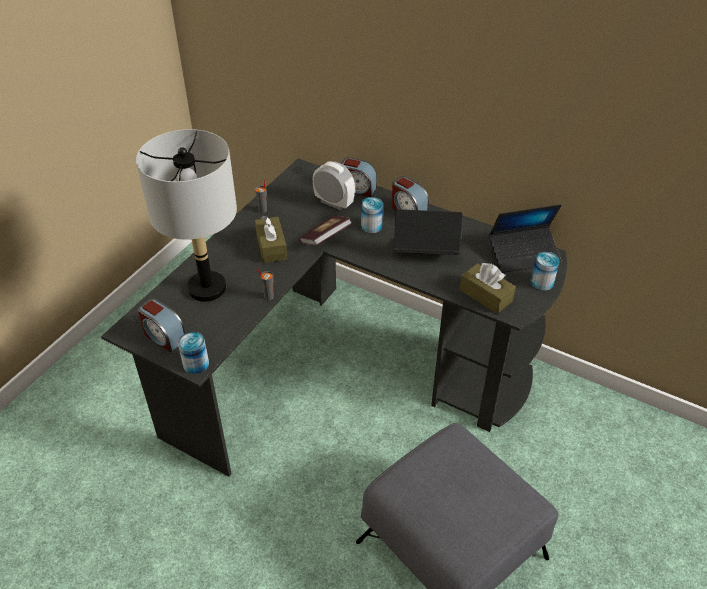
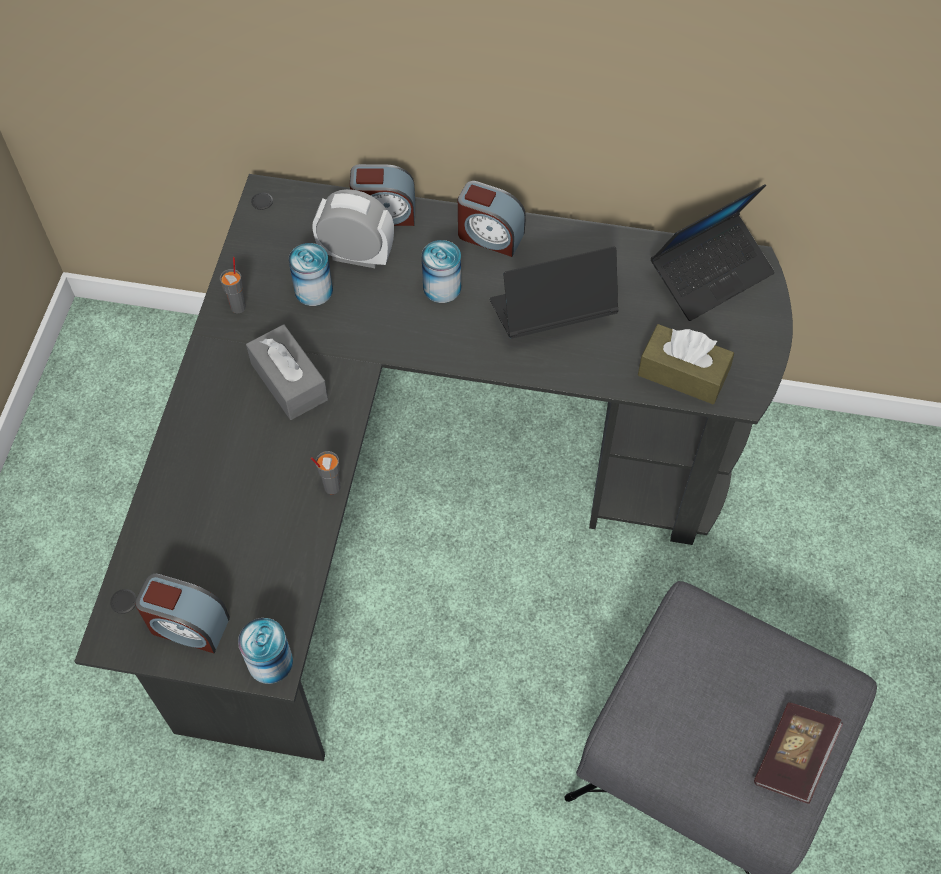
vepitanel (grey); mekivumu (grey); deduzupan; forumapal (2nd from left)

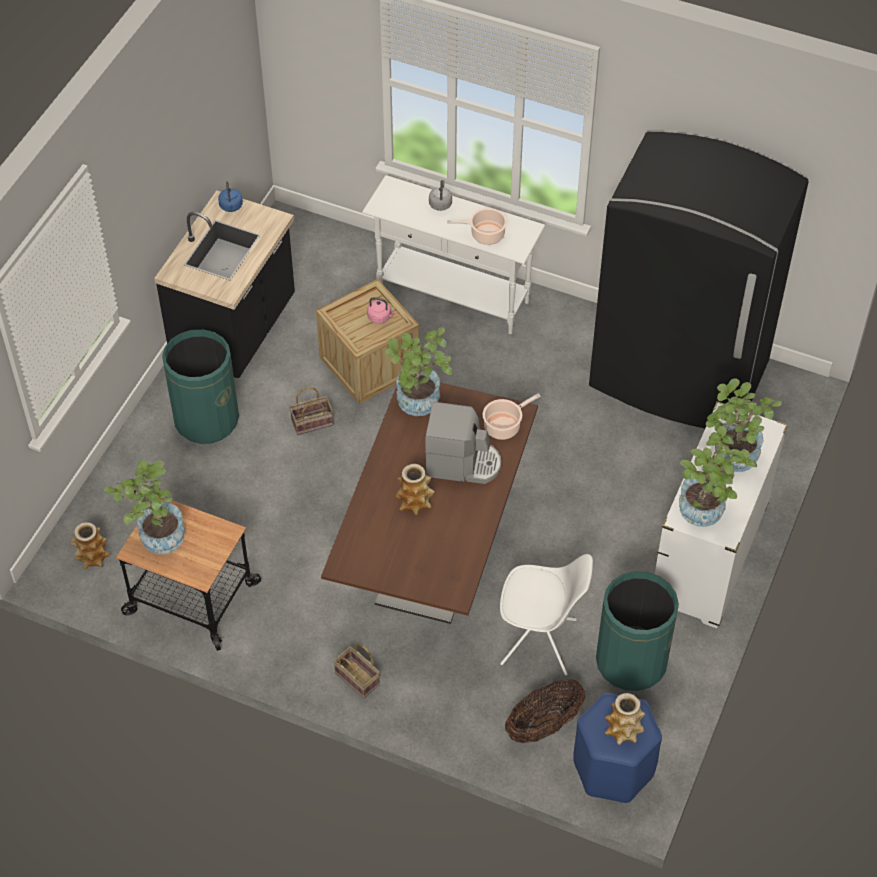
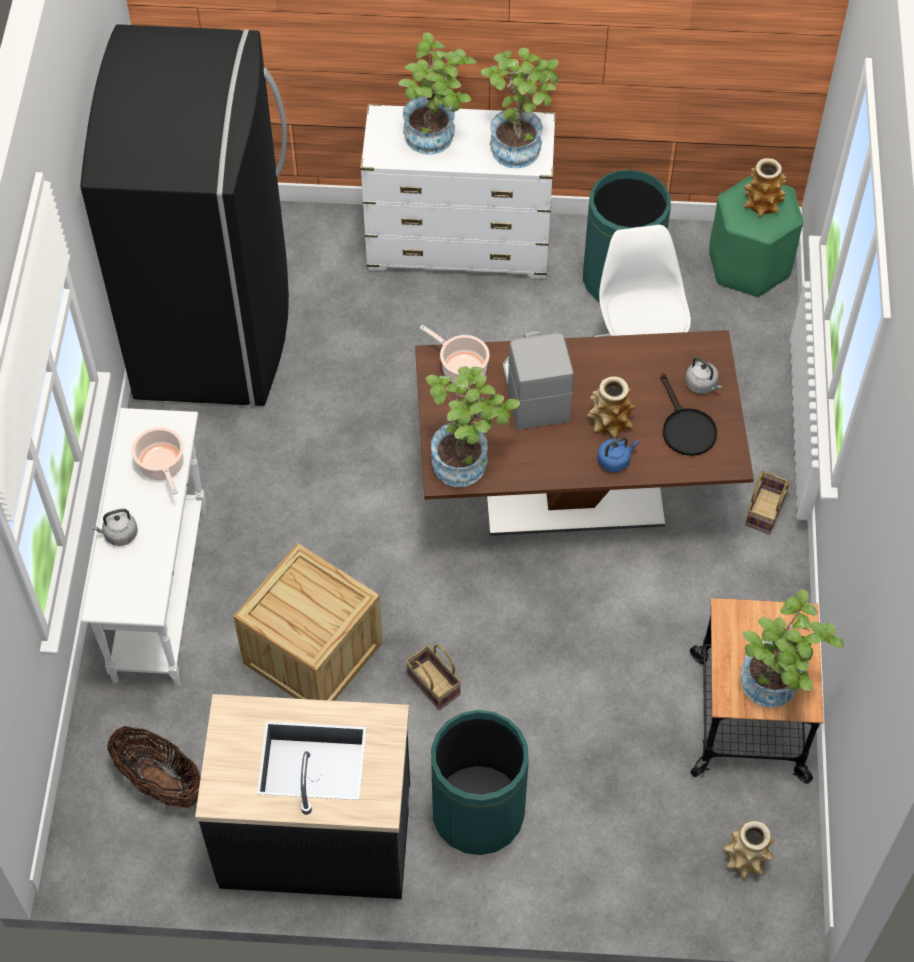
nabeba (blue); nabeba (pink); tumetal (1st from left); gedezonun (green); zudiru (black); nabeba (grey) (2nd from left)

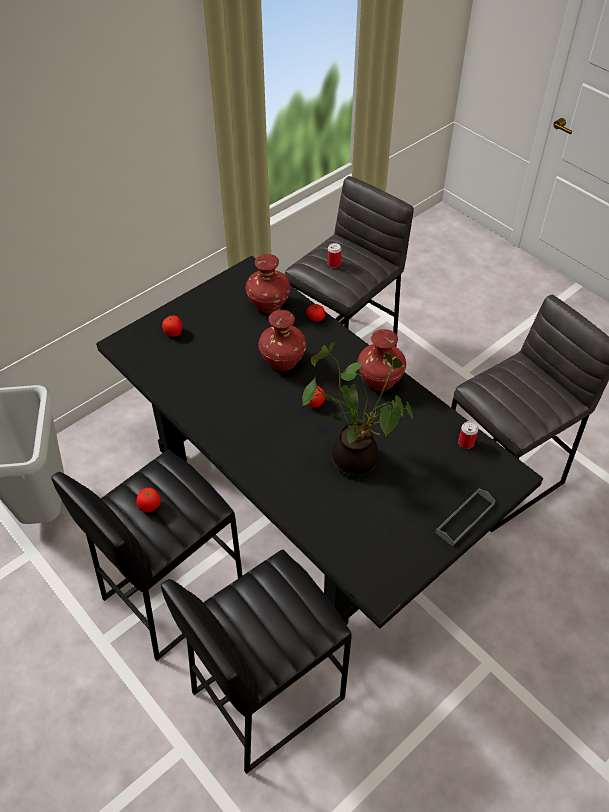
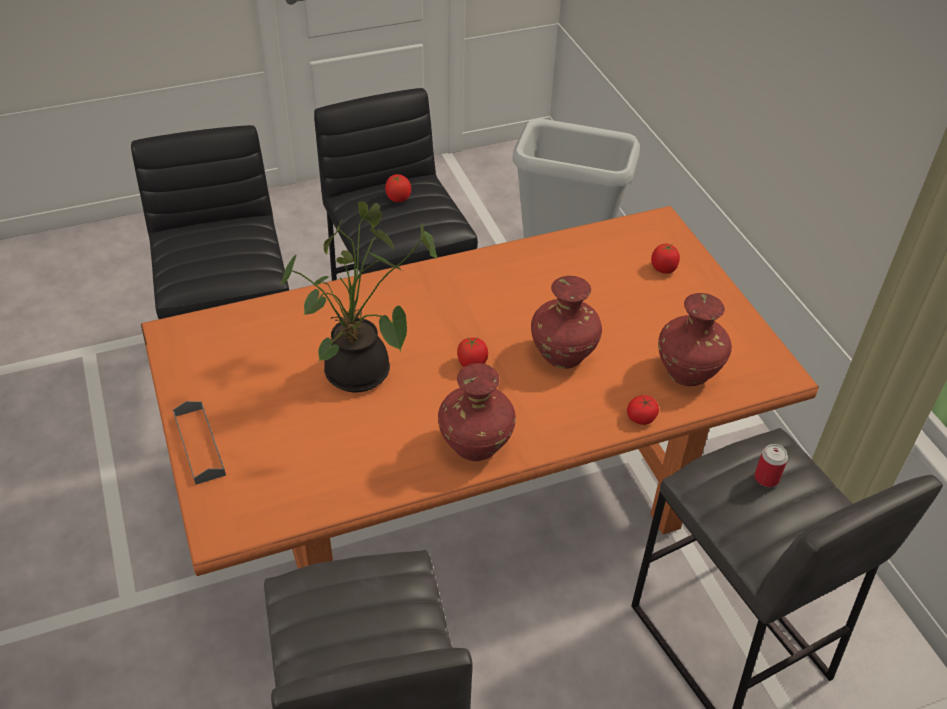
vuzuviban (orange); forumapal (2nd from left in the first image)

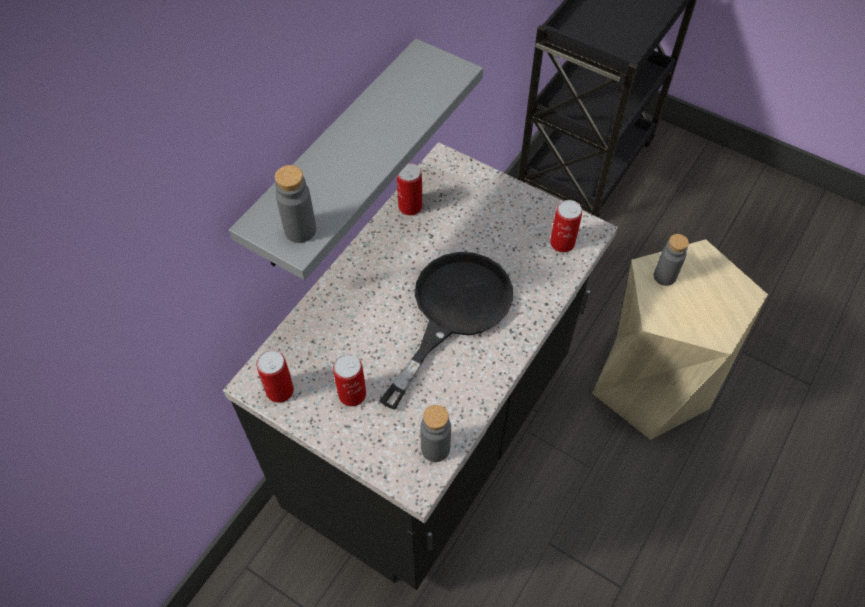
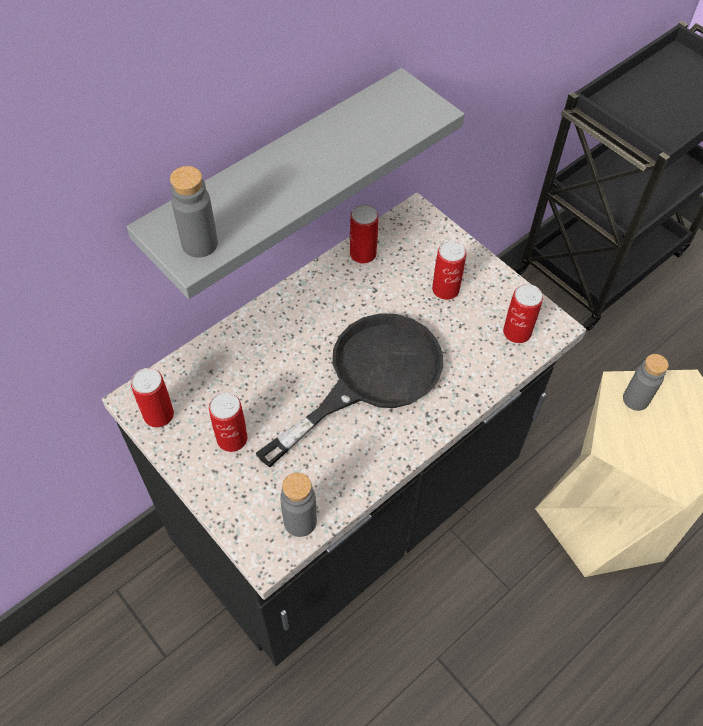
forumapal (4th from left)

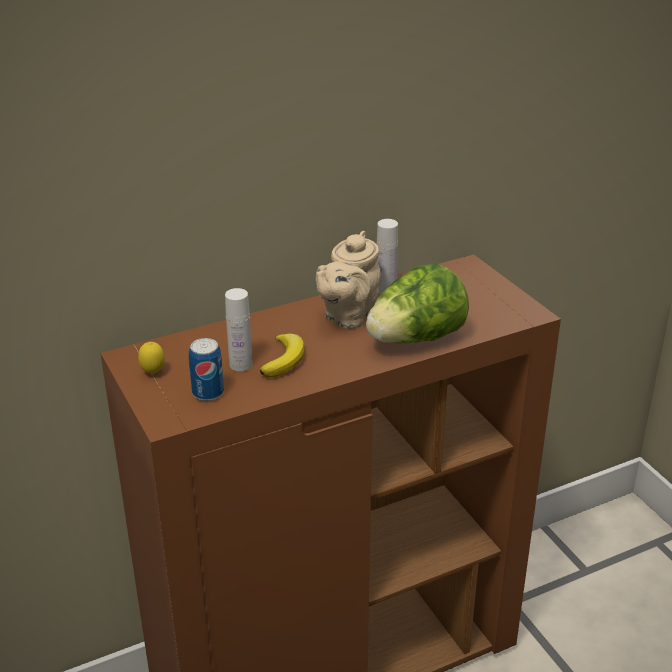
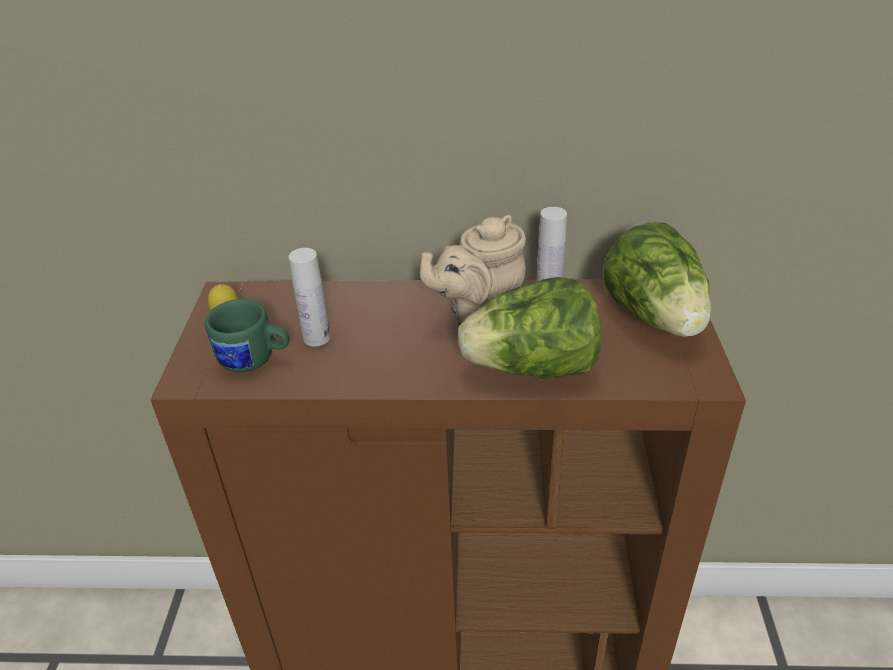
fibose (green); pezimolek; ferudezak (2nd from left)

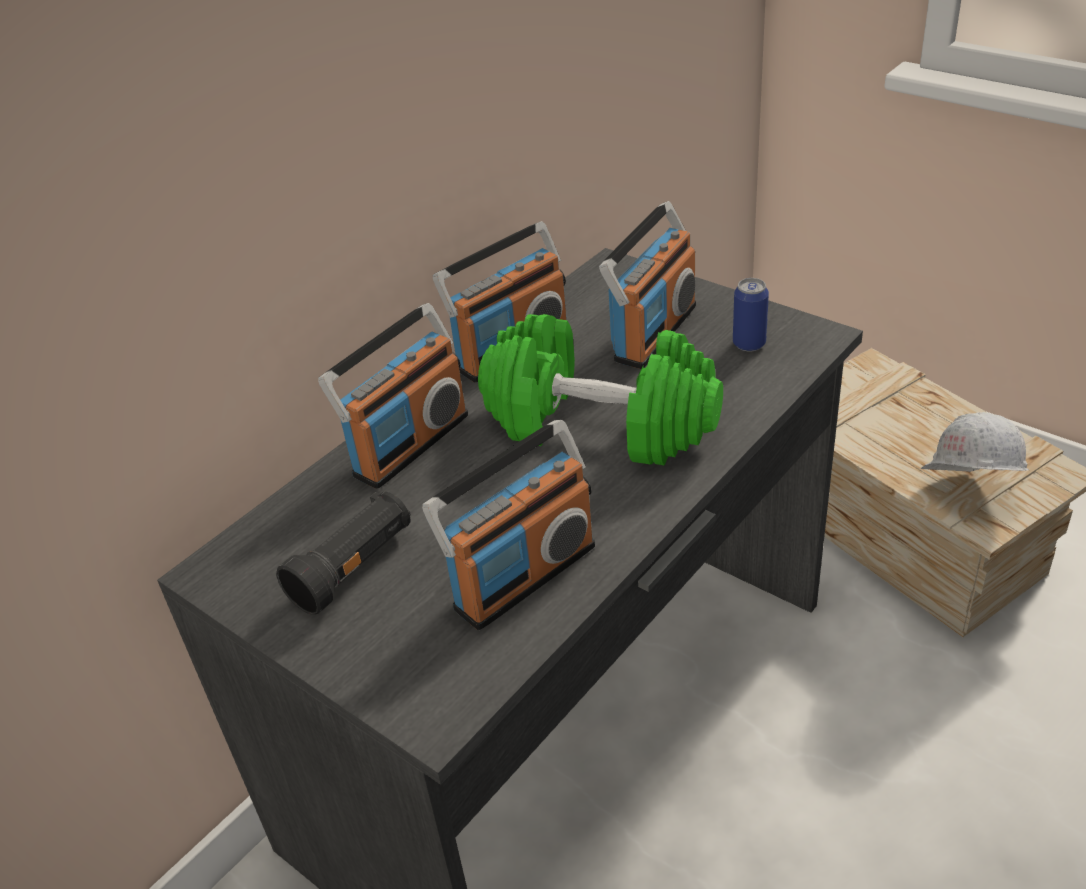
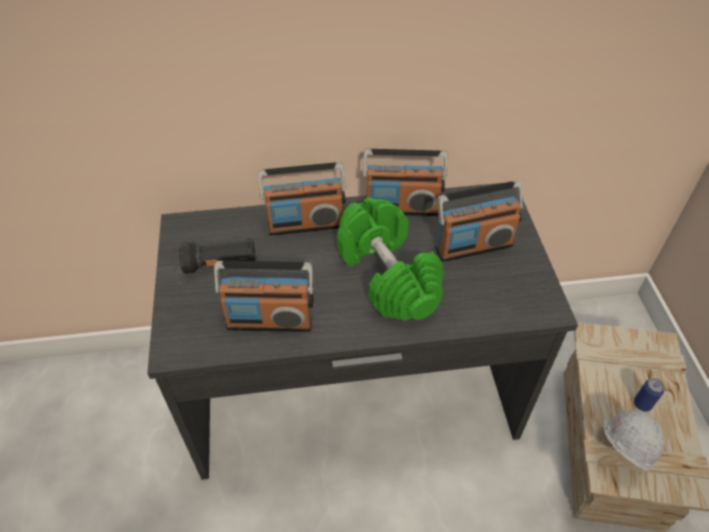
forumapal

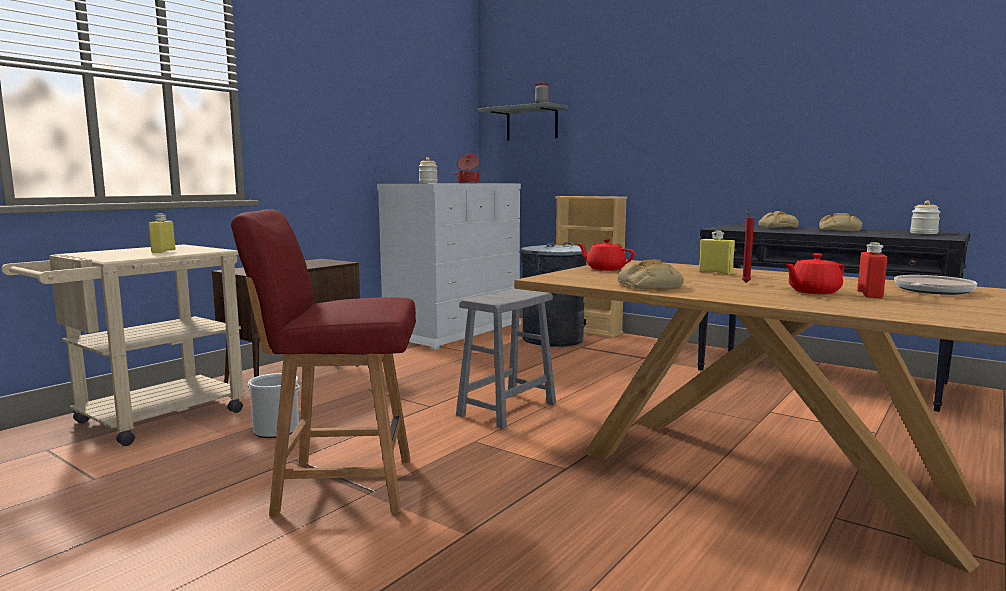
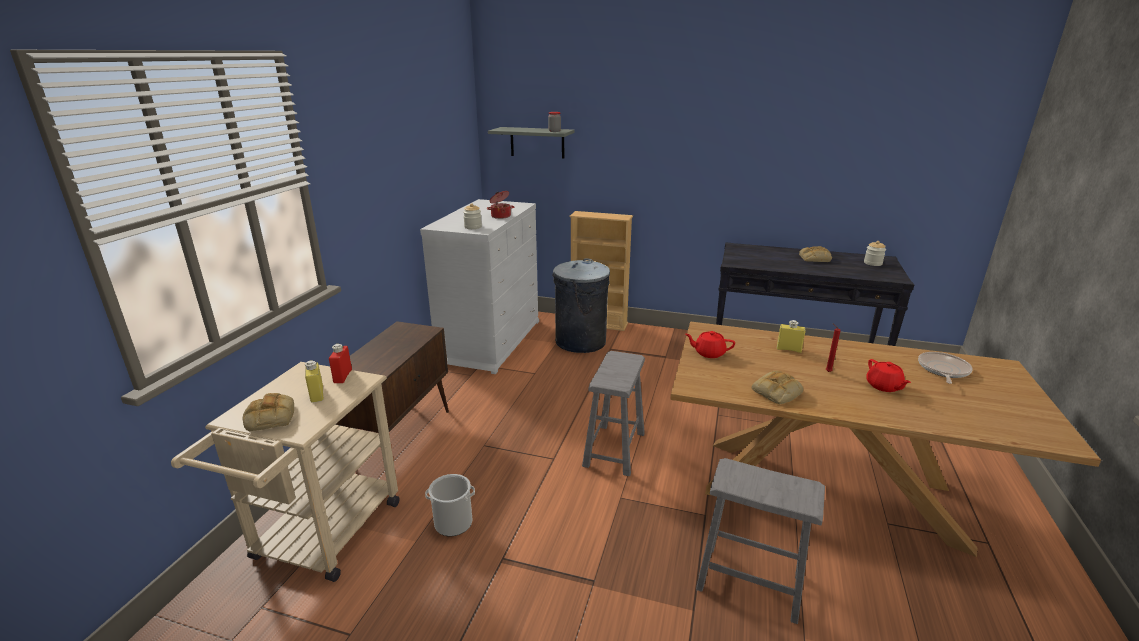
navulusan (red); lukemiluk (1st from left); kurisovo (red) (2nd from left); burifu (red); gedezonun (grey) (2nd from left)

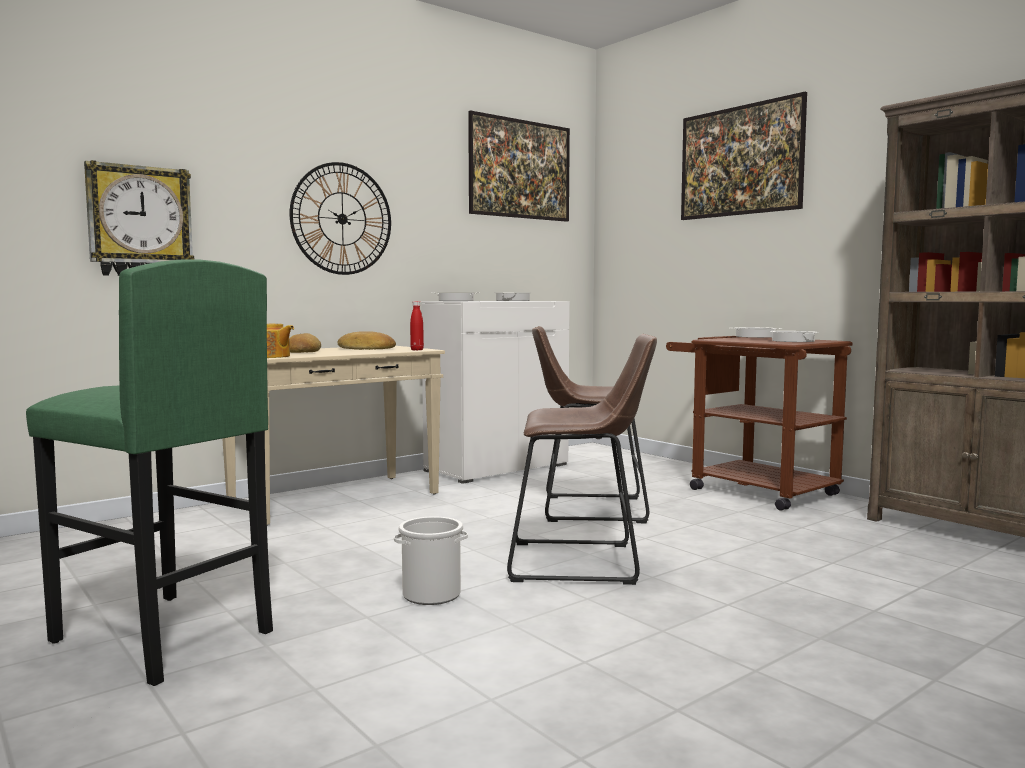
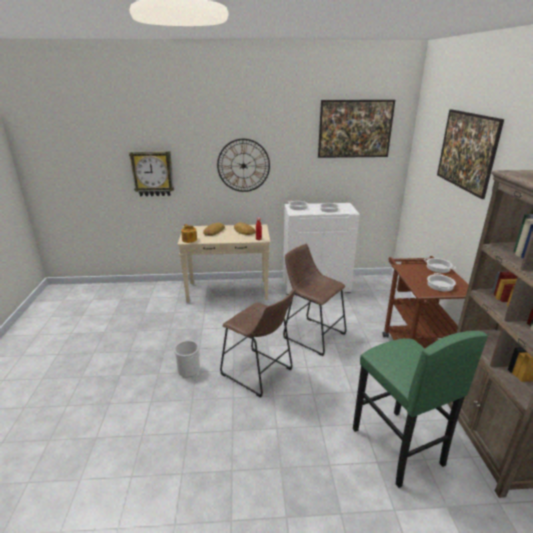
gedezonun (green)

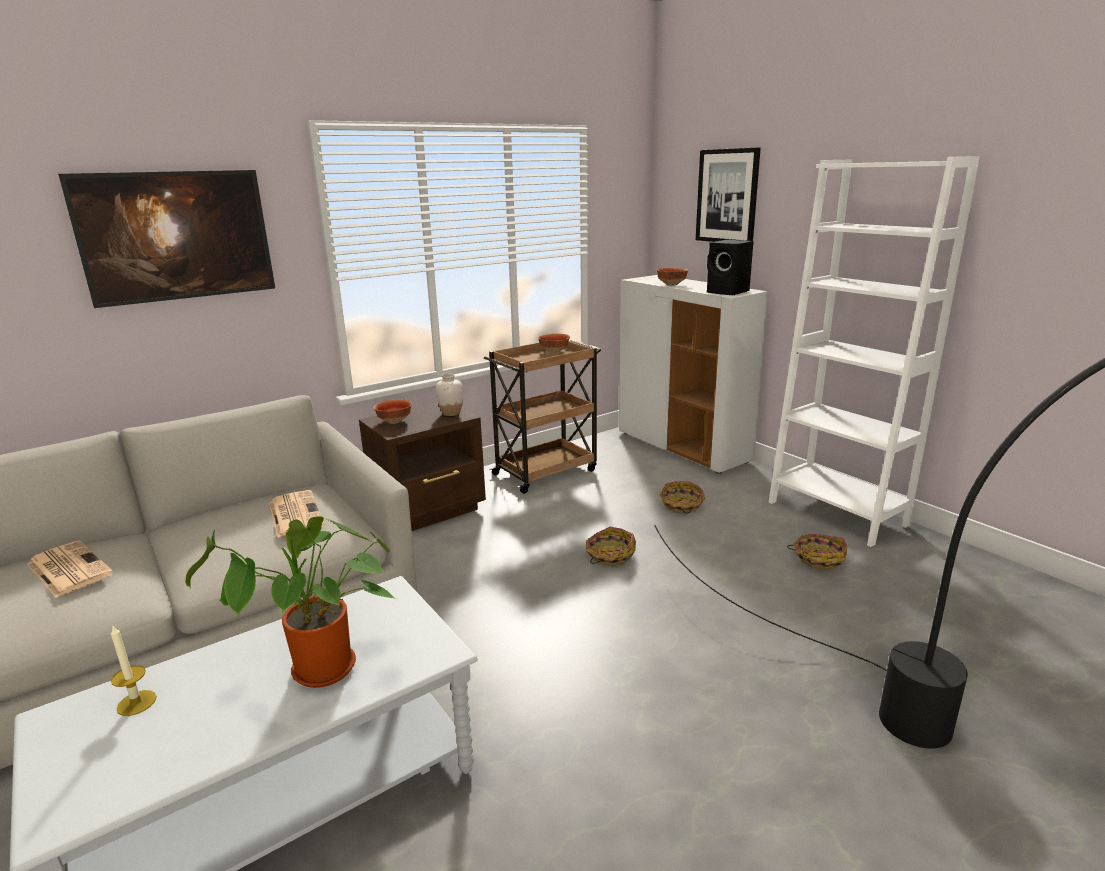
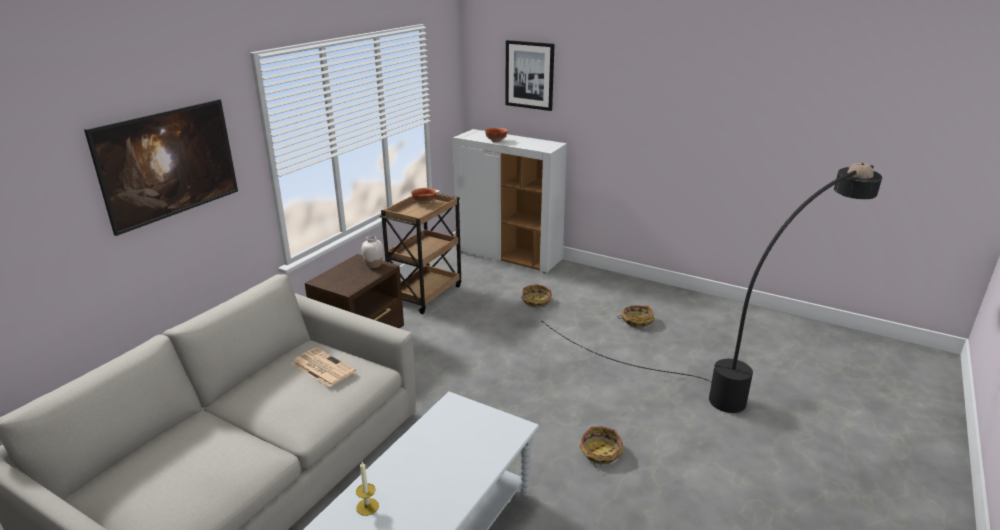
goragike (1st from left in the first image); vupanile; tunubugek (1st from left in the first image); tumetal (2nd from left); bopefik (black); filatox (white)

